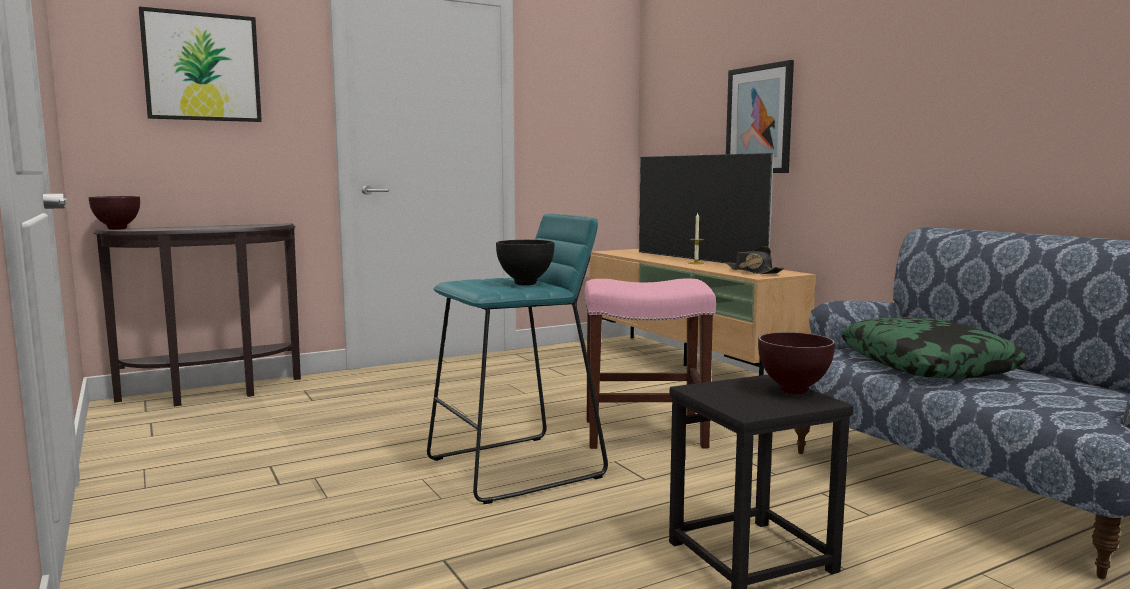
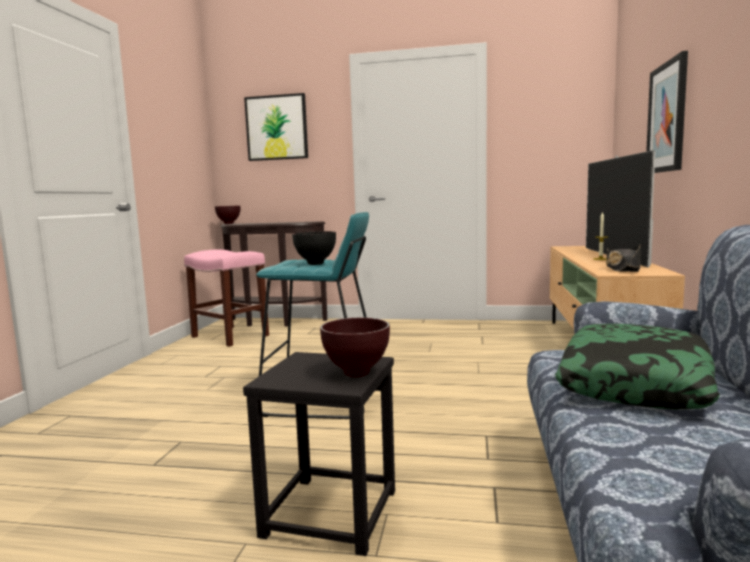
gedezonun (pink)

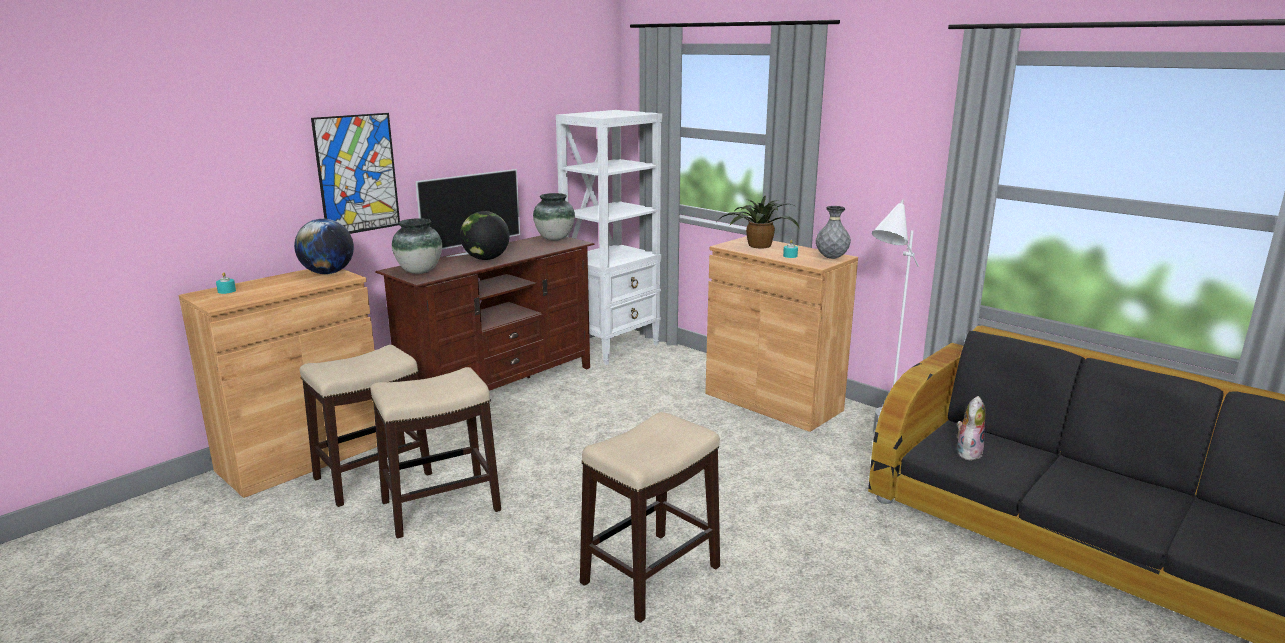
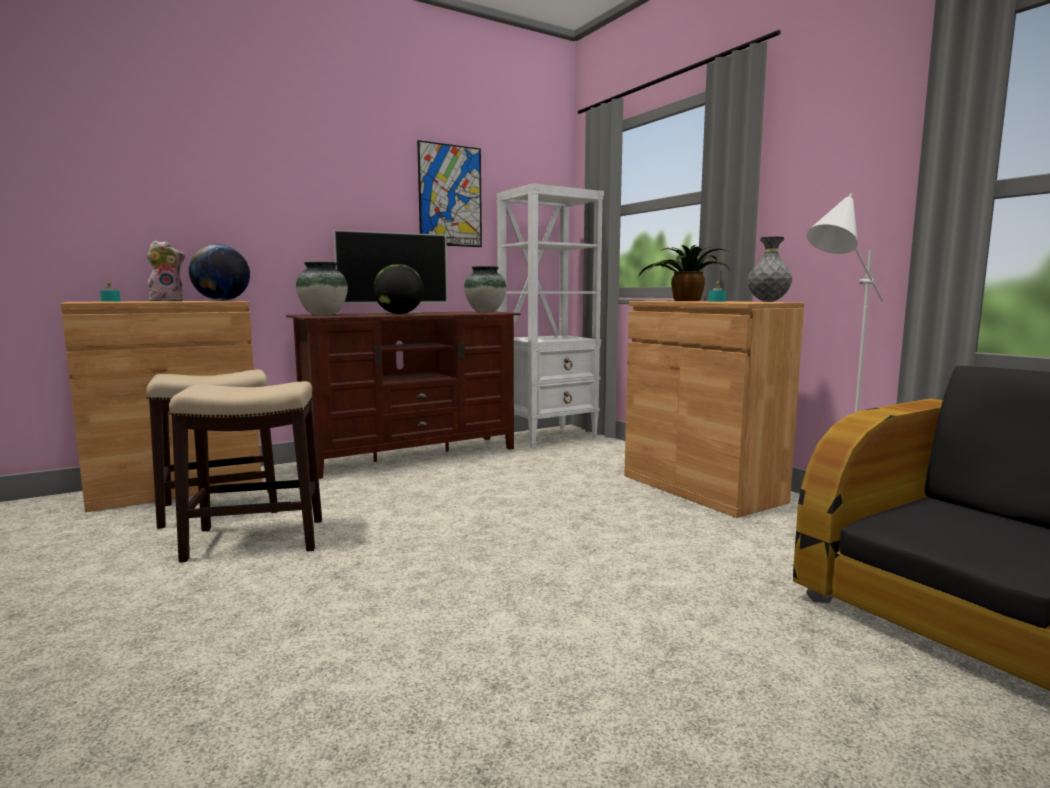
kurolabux; gedezonun (3rd from left in the first image); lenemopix

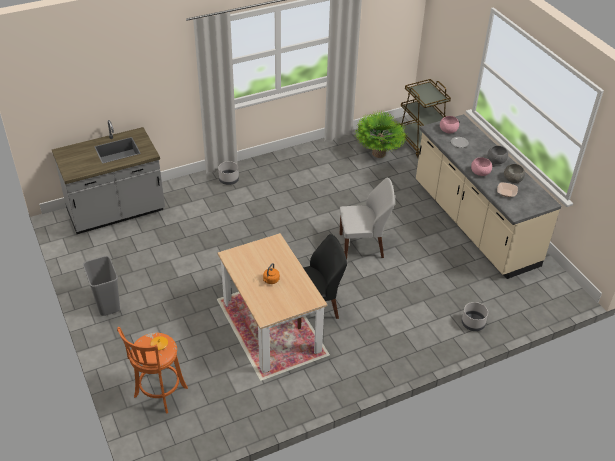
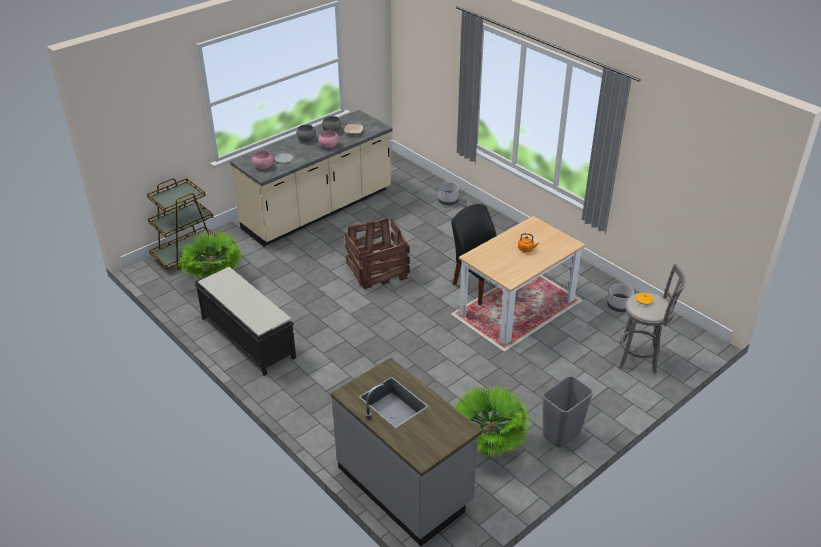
gedezonun (grey); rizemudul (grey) (2nd from left); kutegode; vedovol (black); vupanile (2nd from left)

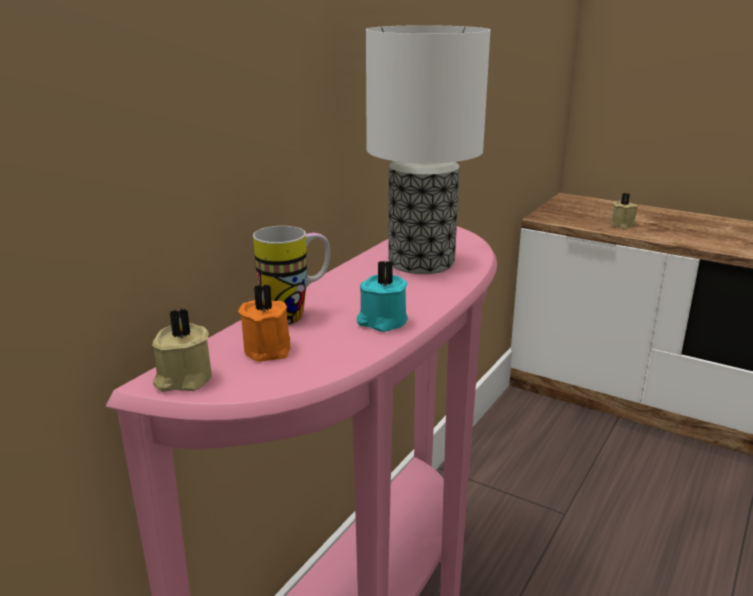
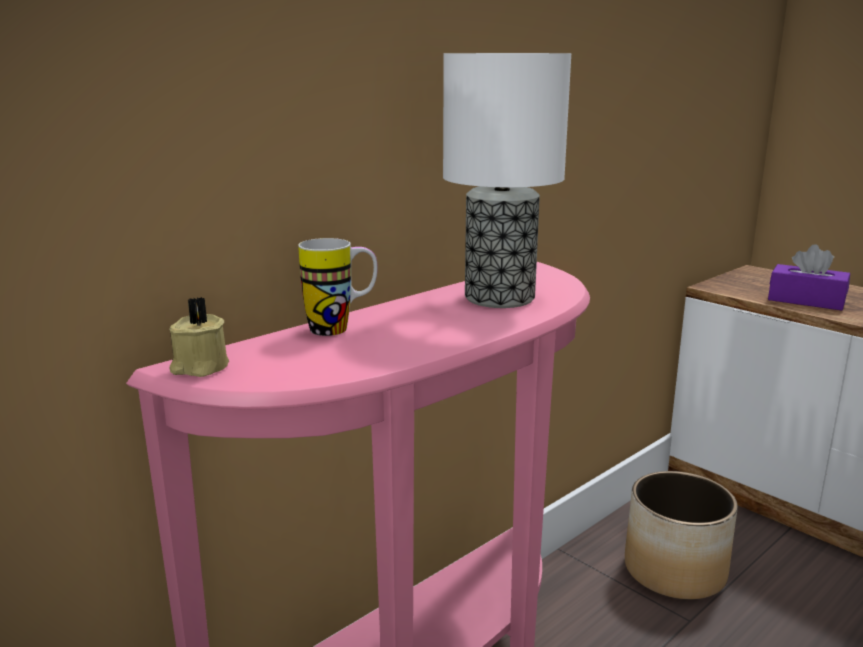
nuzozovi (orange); nuzozovi (turquoise); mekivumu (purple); rizemudul

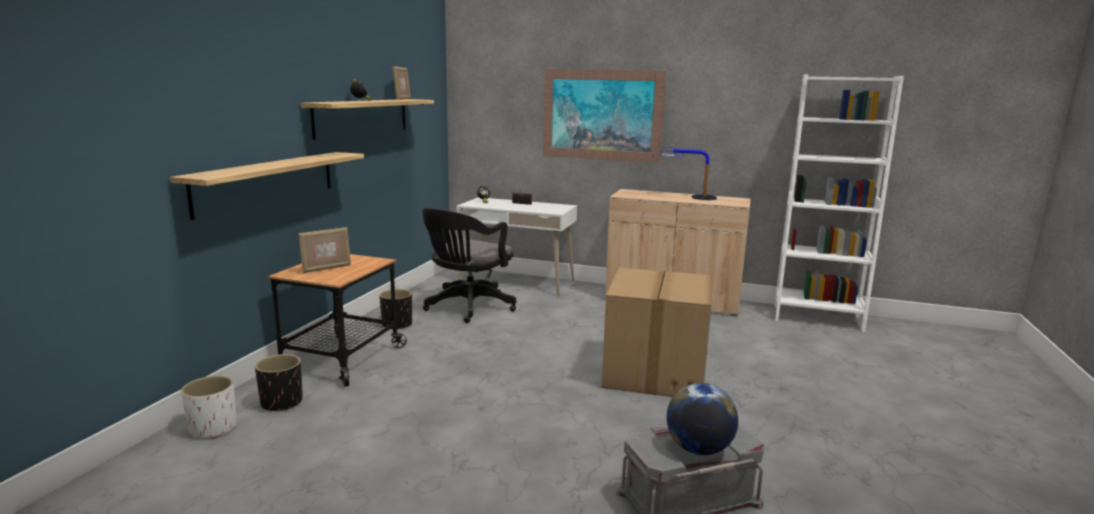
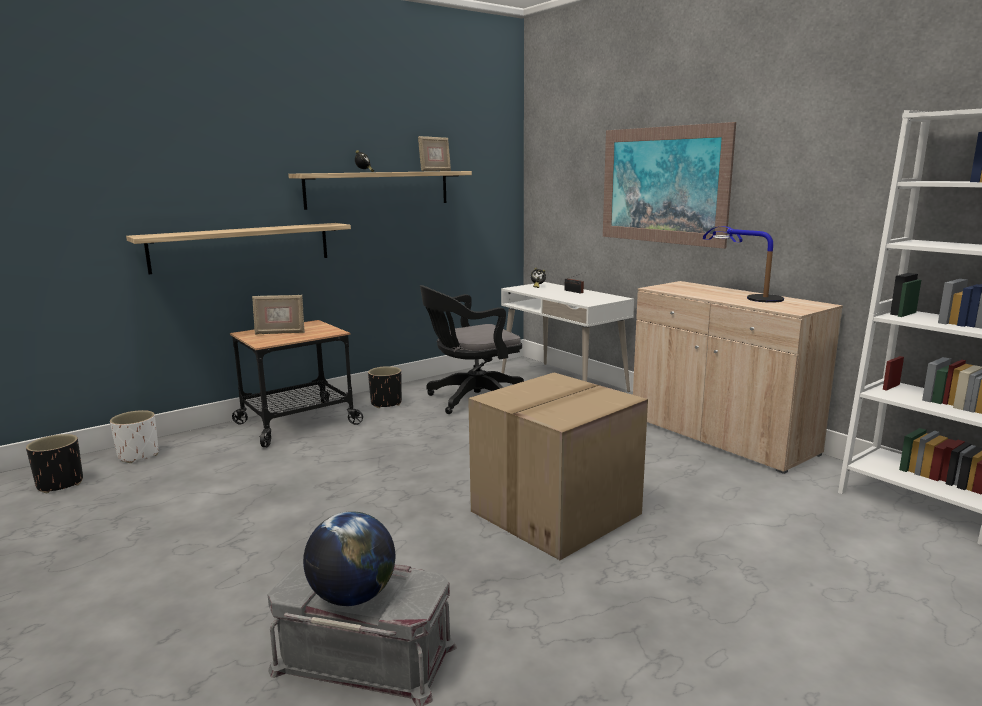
rizemudul (black) (1st from left)

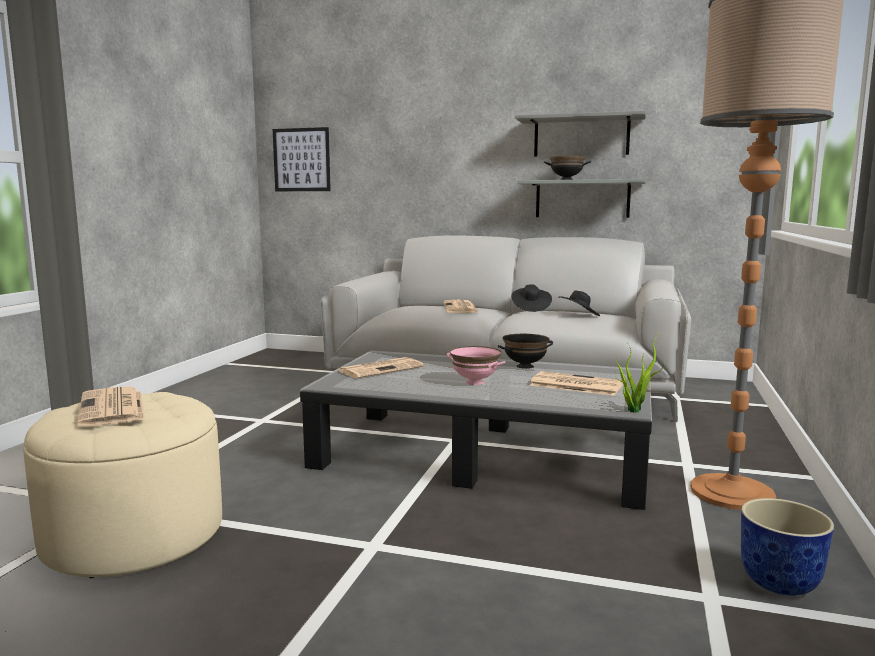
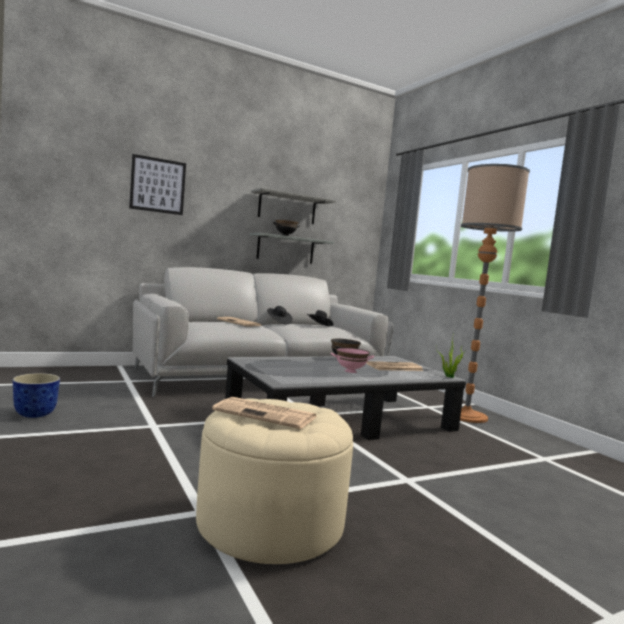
kurolabux; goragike (2nd from left in the first image); rizemudul

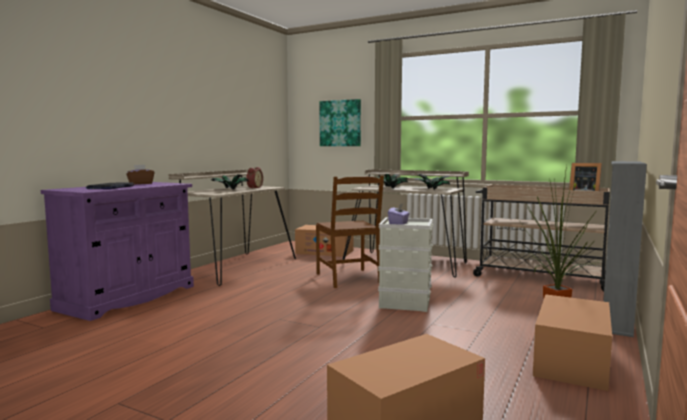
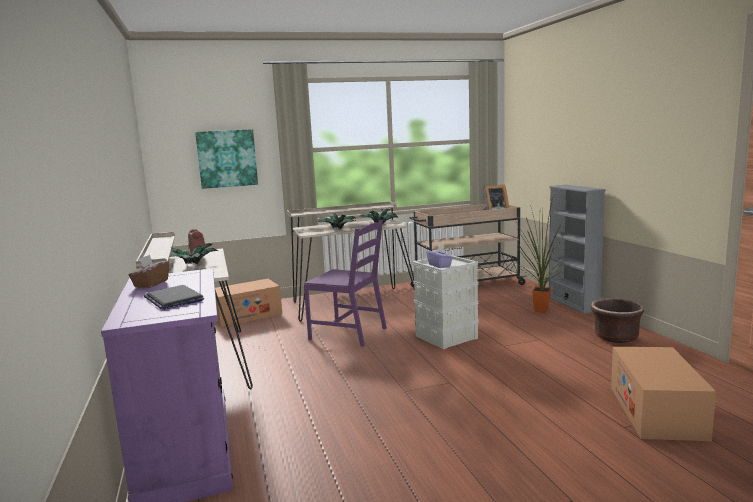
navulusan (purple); rizemudul (brown)

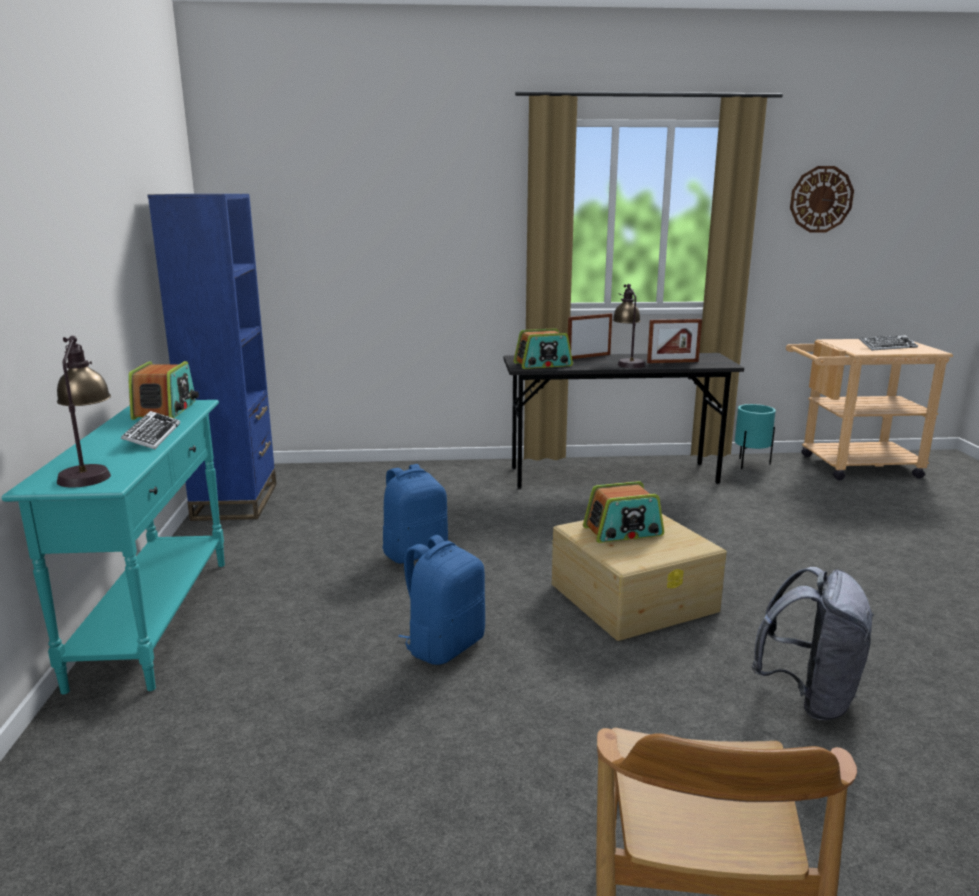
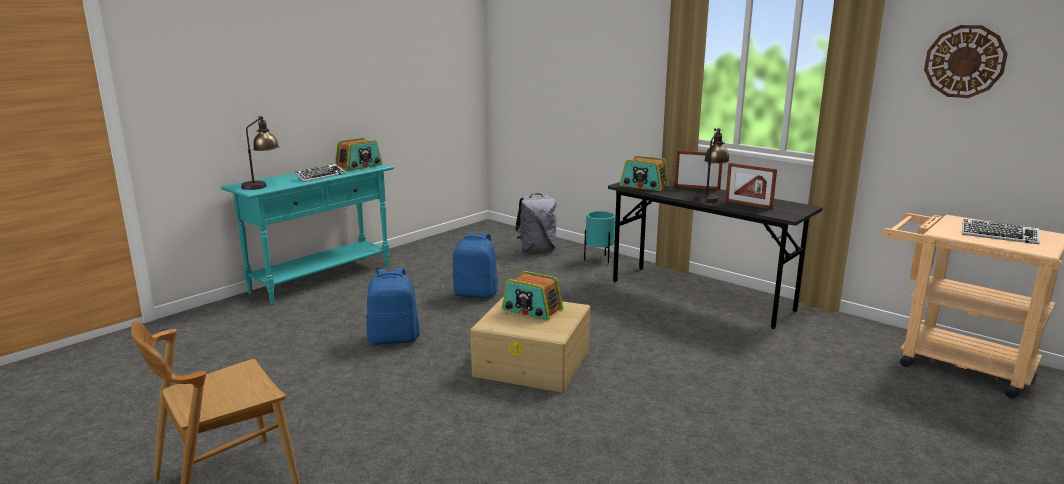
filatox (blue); rizemudul (turquoise); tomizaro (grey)

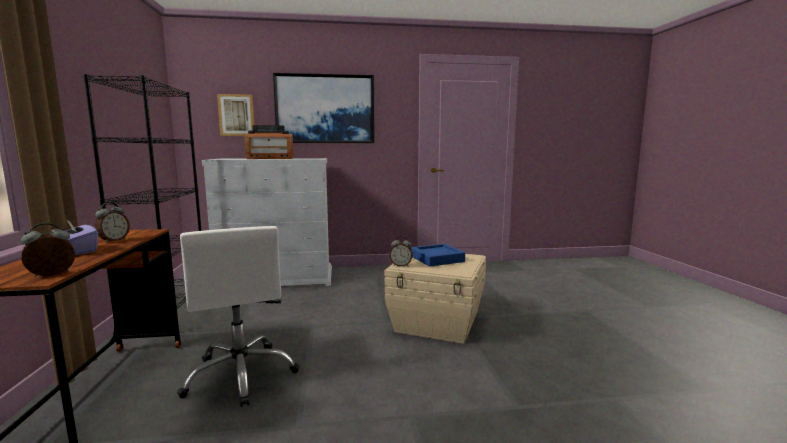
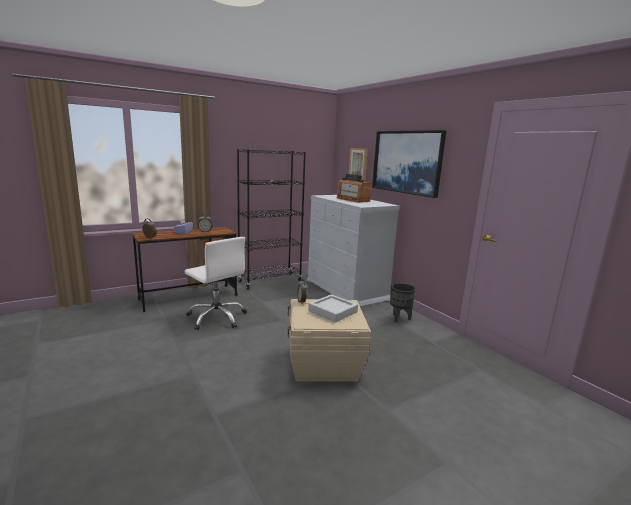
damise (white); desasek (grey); rizemudul (black)

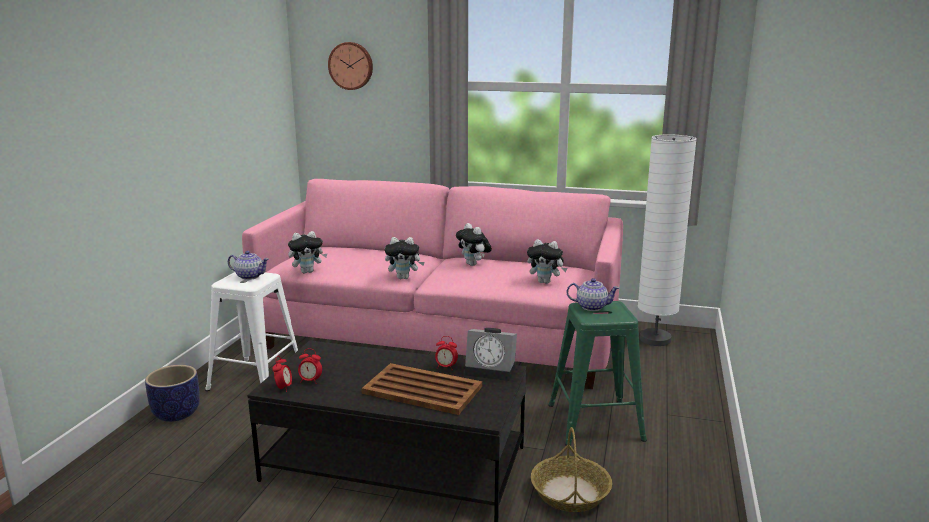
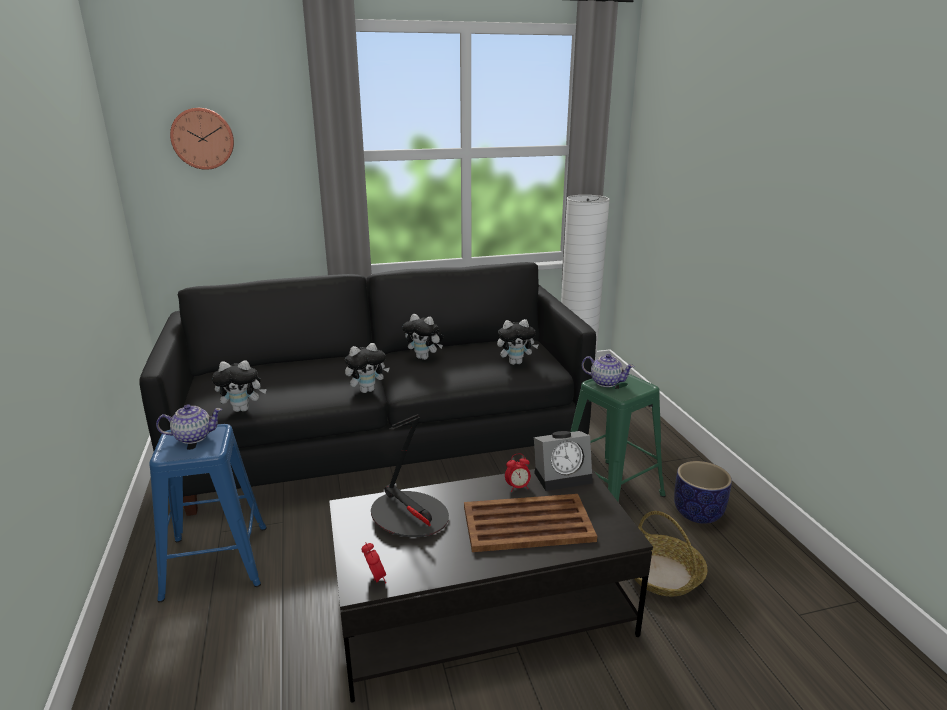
rizemudul; gedezonun (blue); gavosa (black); lenemopix (1st from left); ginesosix (2nd from left in the first image); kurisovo (2nd from left); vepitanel

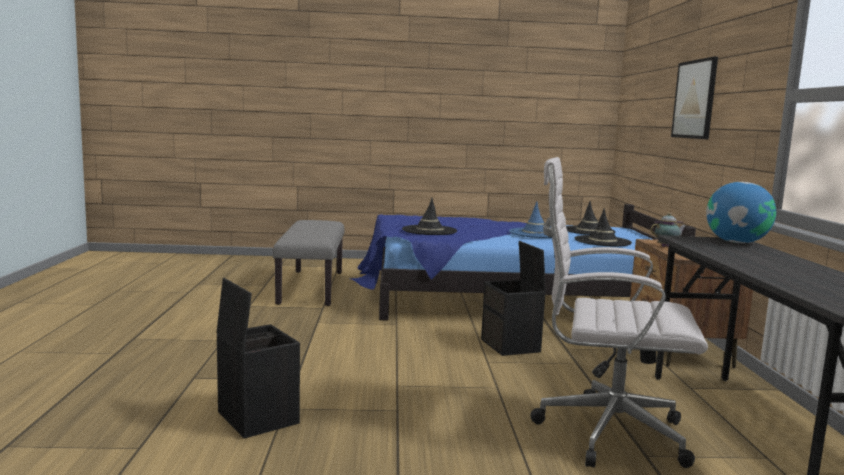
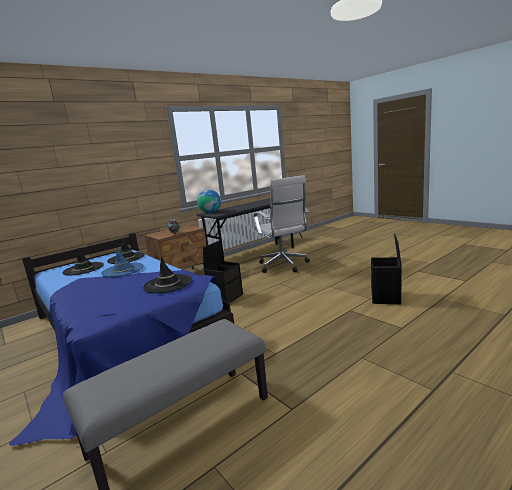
kurolabux

